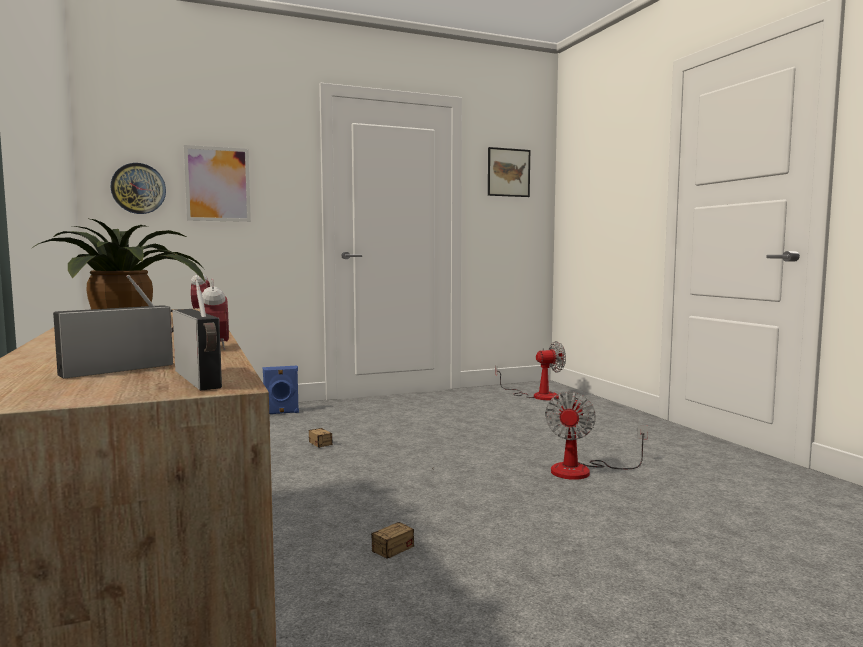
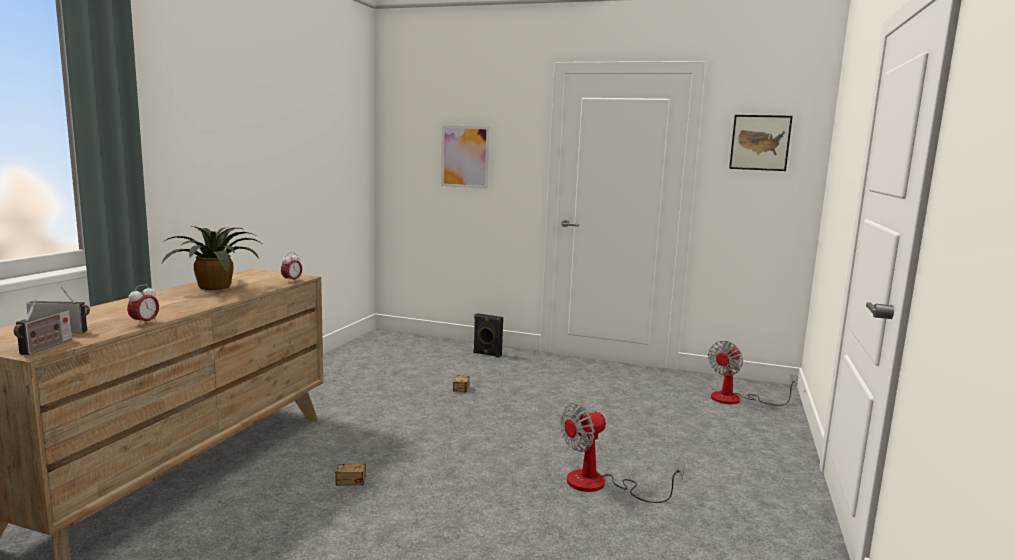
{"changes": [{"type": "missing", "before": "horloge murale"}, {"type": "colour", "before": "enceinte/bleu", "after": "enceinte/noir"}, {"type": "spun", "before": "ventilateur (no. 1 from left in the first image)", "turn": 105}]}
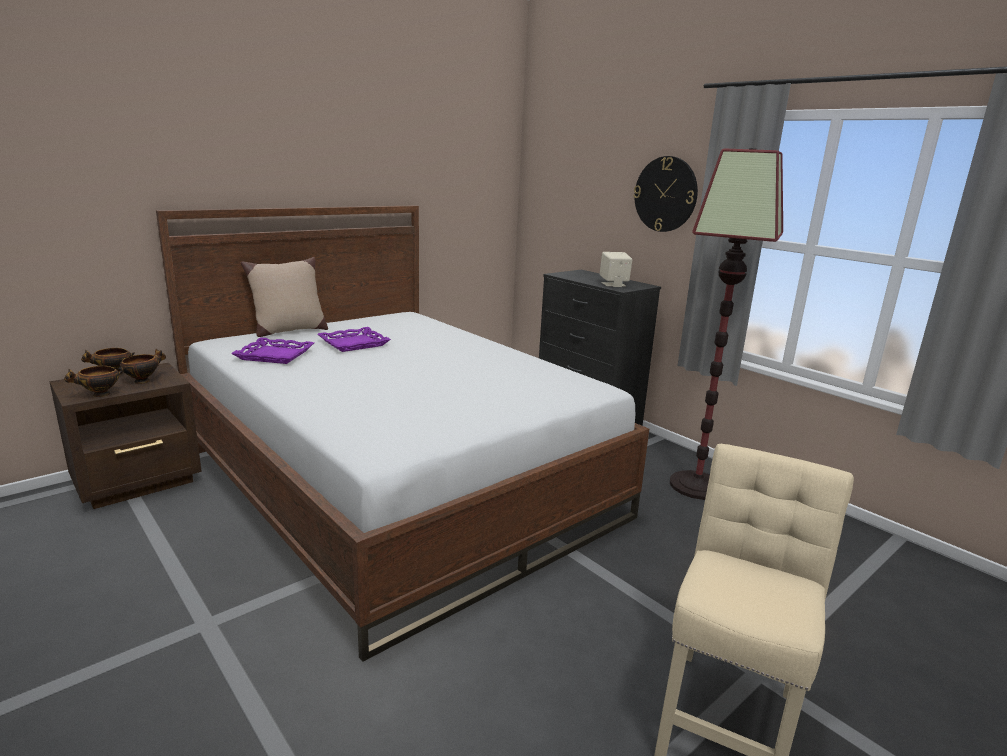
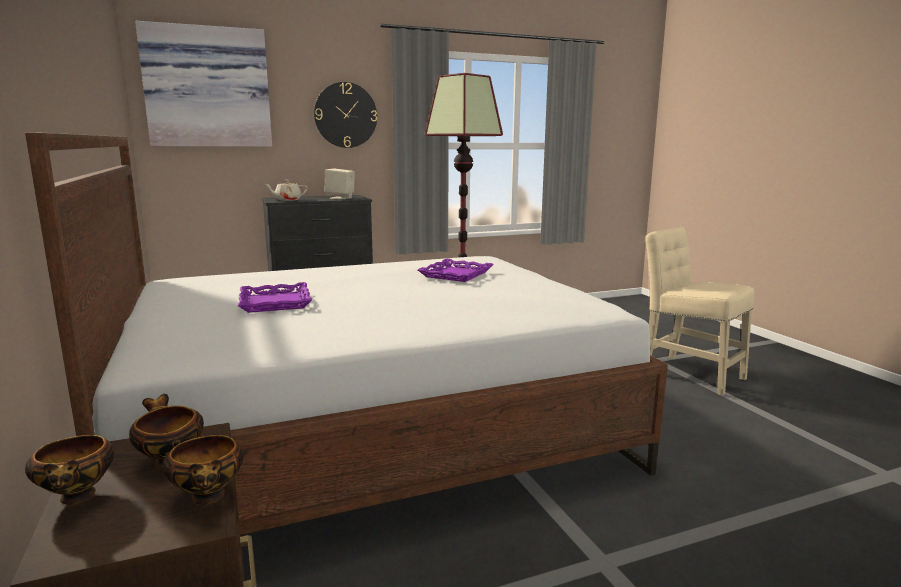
{"changes": [{"type": "missing", "before": "coussin/beige"}, {"type": "appeared", "after": "tableau"}, {"type": "appeared", "after": "théière/beige"}, {"type": "relocated", "before": "plateau/violet (no. 1 from left in the first image)", "after": "plateau/violet (no. 2 from left)"}]}
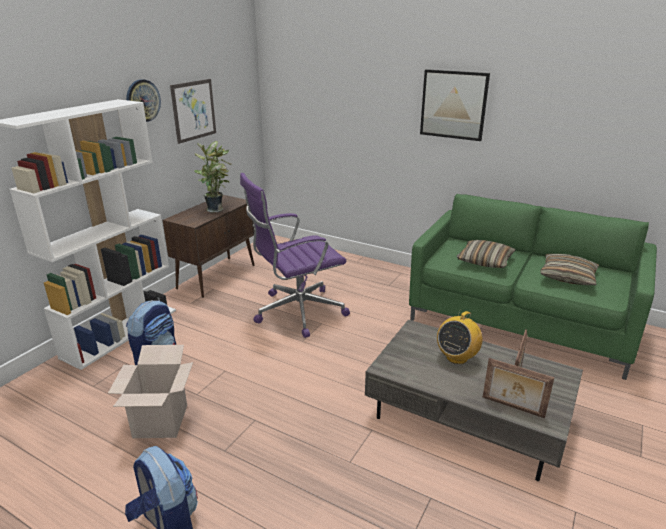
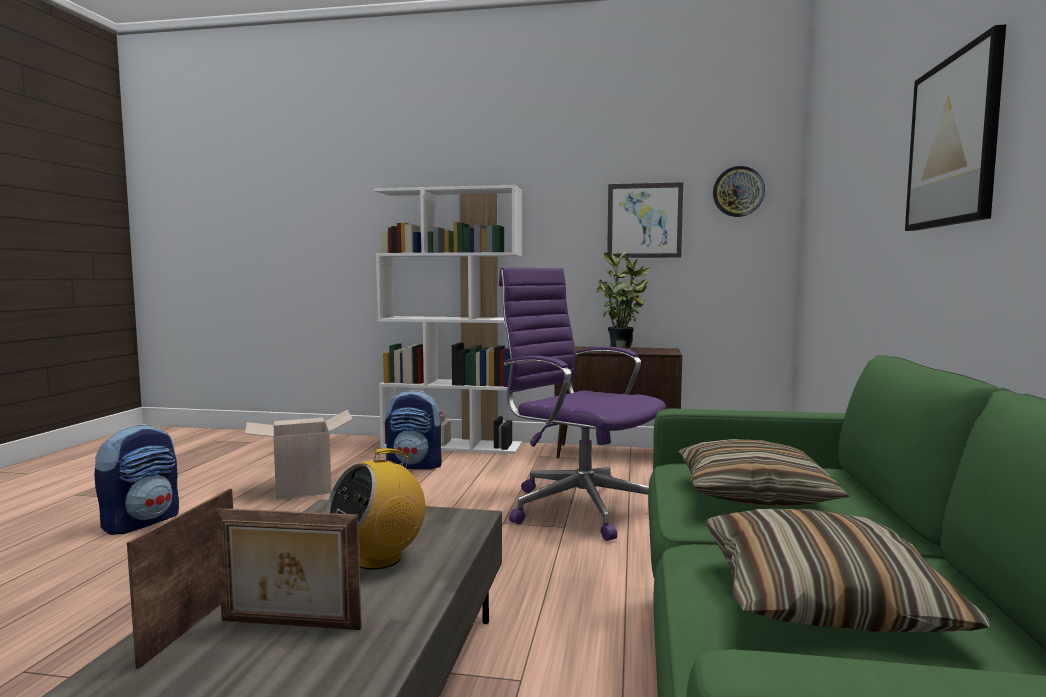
{"changes": [{"type": "relocated", "before": "horloge murale"}, {"type": "spun", "before": "radio", "turn": -60}]}
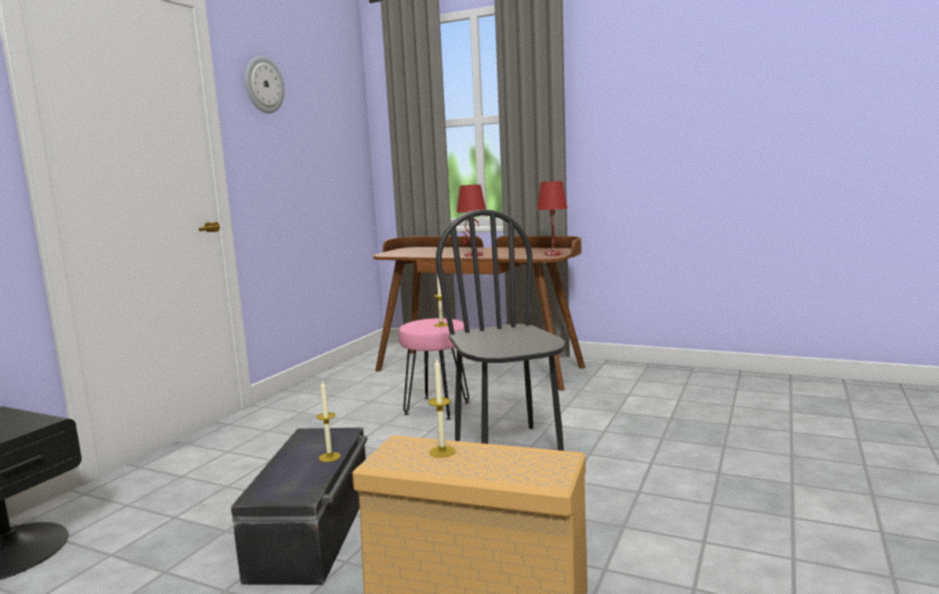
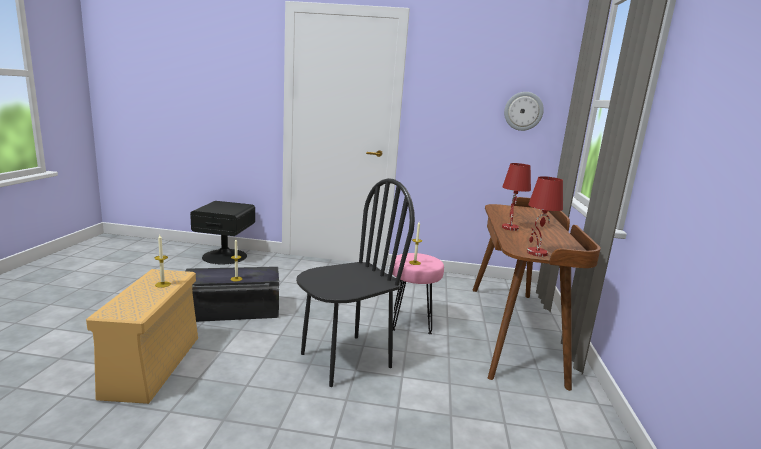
{"changes": [{"type": "relocated", "before": "horloge murale"}]}
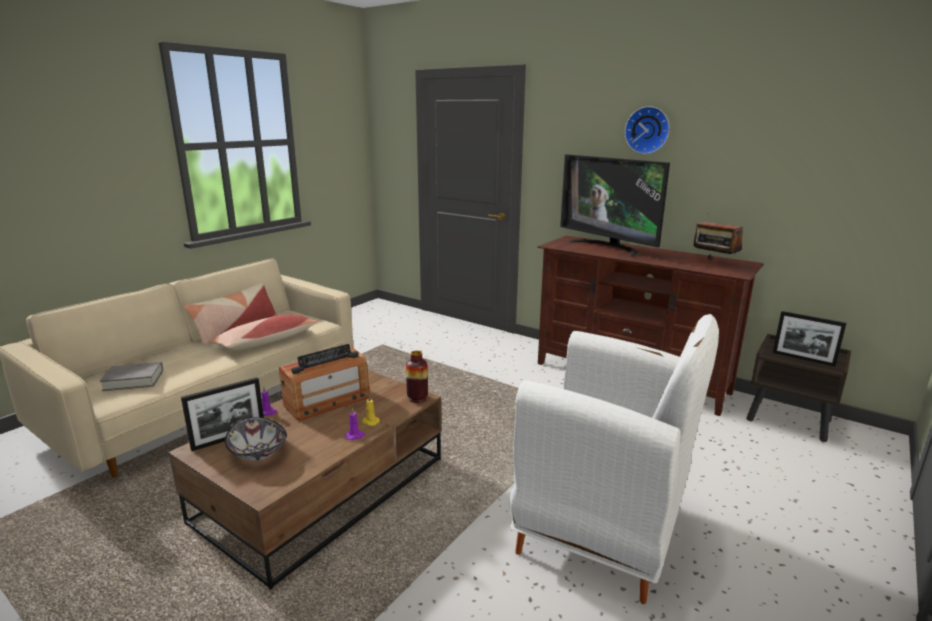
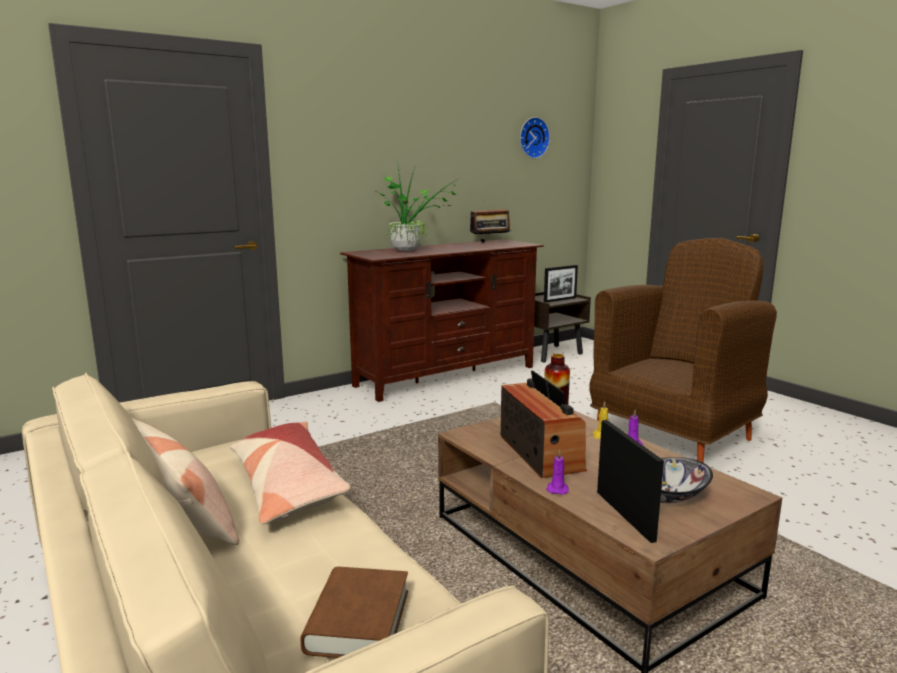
{"changes": [{"type": "relocated", "before": "horloge murale"}, {"type": "exchanged", "before": "téléviseur", "after": "plante en pot"}, {"type": "colour", "before": "livre/gris", "after": "livre/marron"}, {"type": "colour", "before": "fauteuil/blanc", "after": "fauteuil/marron"}]}
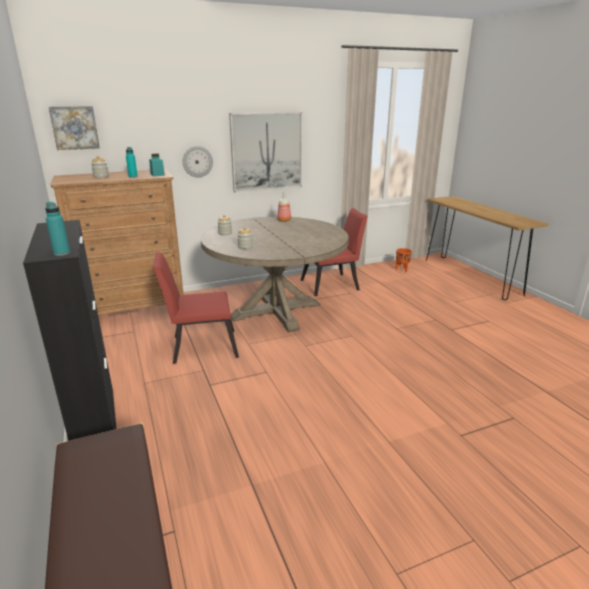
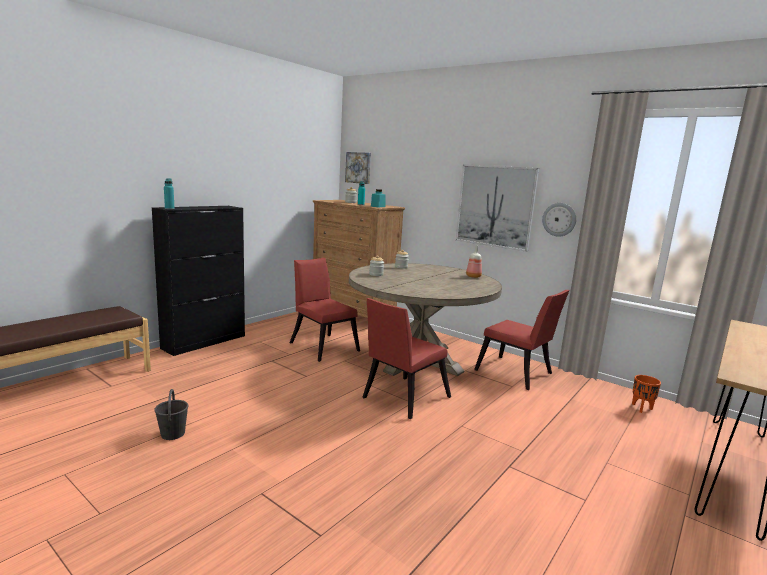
{"changes": [{"type": "appeared", "after": "seau/gris"}, {"type": "appeared", "after": "chaise/rouge (no. 2 from left)"}, {"type": "relocated", "before": "horloge murale"}]}
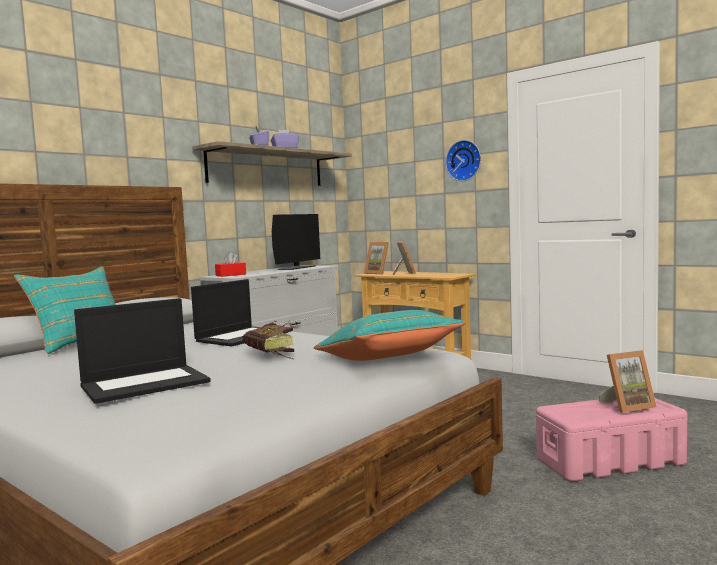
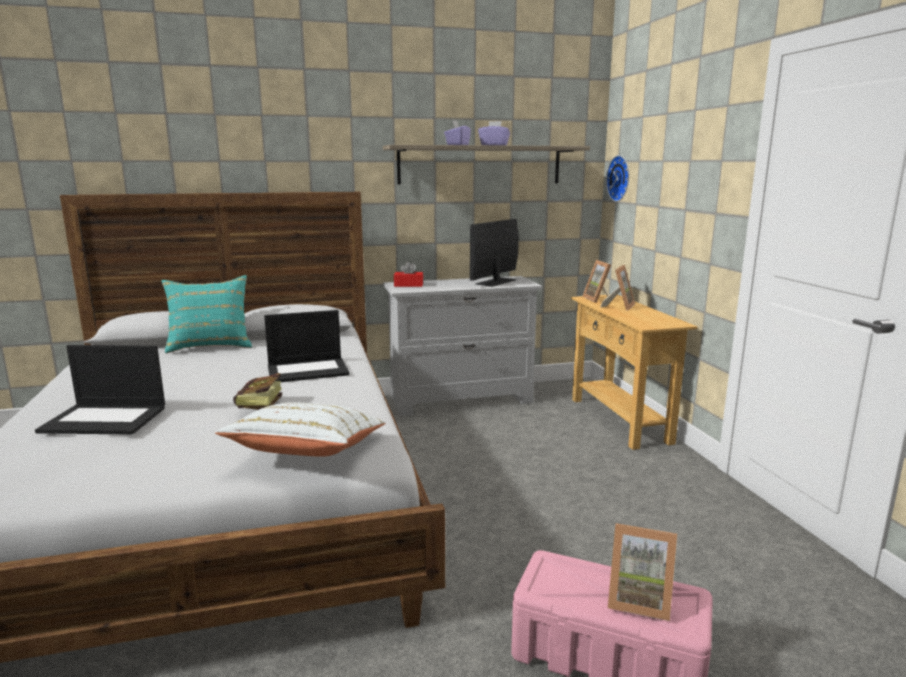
{"changes": [{"type": "relocated", "before": "horloge murale"}, {"type": "colour", "before": "coussin/turquoise (no. 2 from left)", "after": "coussin/blanc"}, {"type": "spun", "before": "écran d'ordinateur", "turn": 150}]}
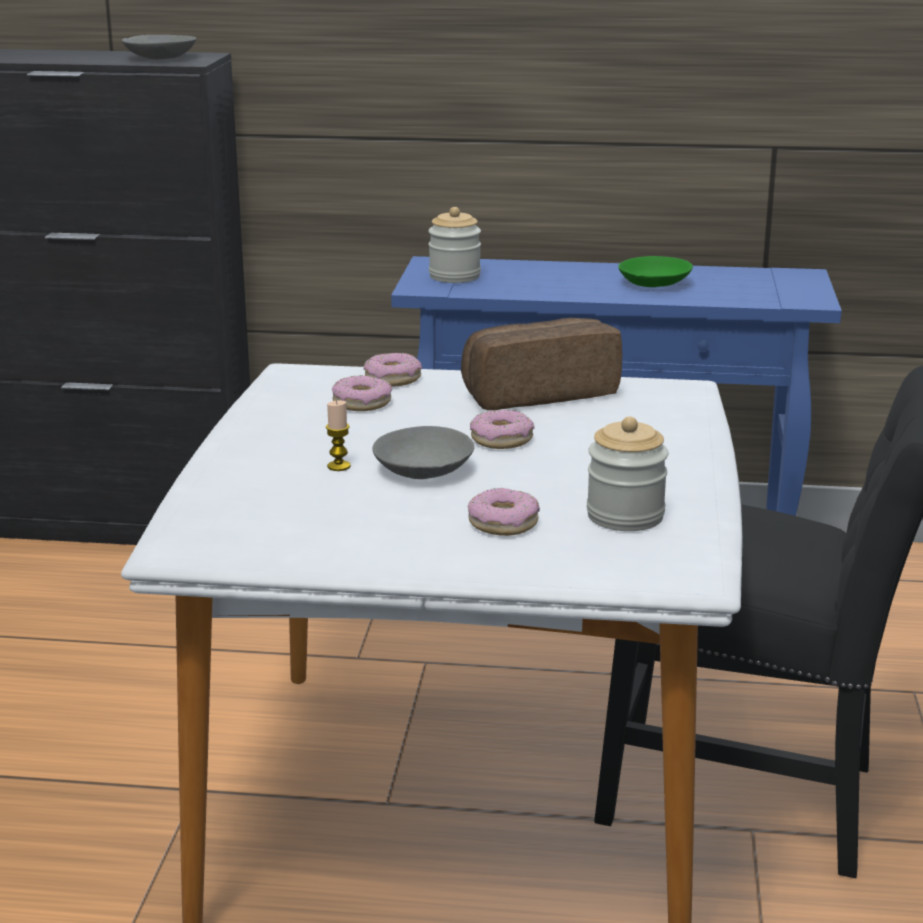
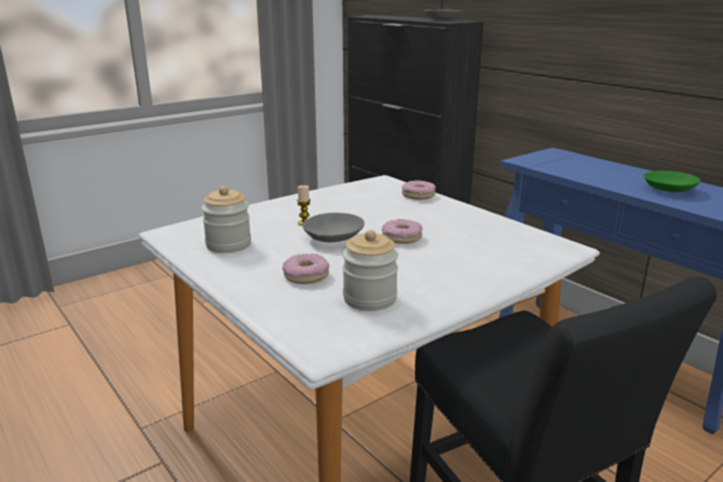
{"changes": [{"type": "missing", "before": "beignet (no. 1 from left)"}, {"type": "missing", "before": "pain"}, {"type": "relocated", "before": "bocal (no. 1 from left)"}]}
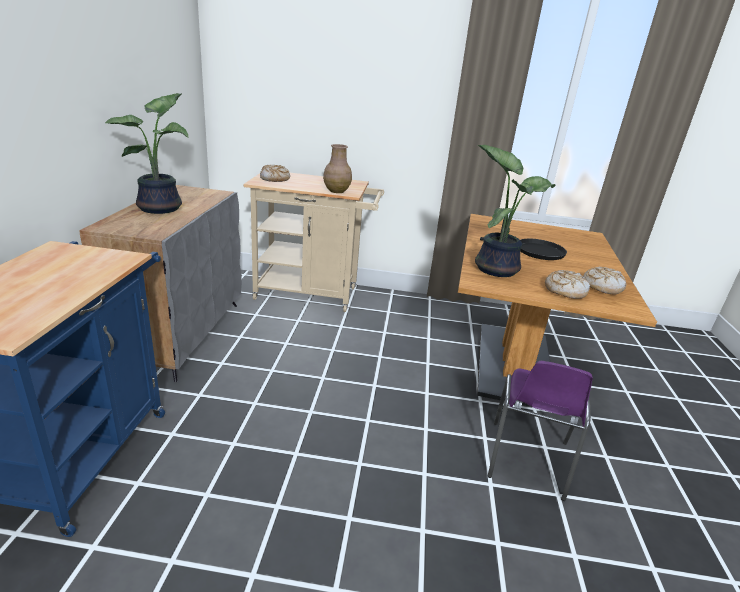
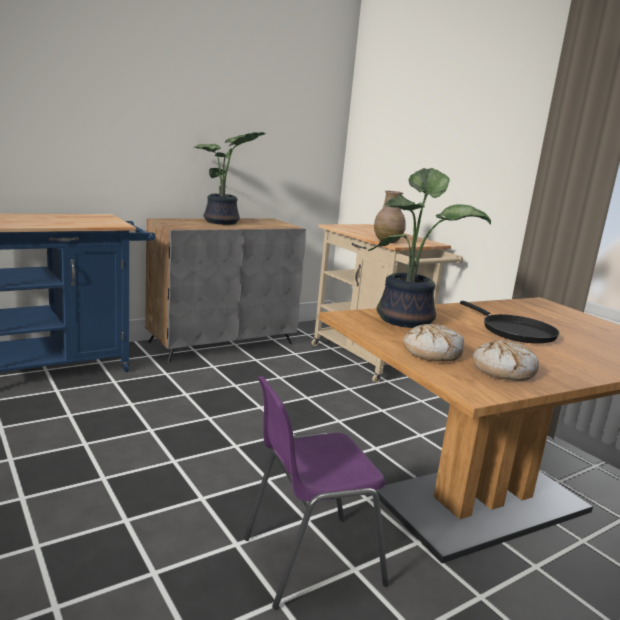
{"changes": [{"type": "missing", "before": "pain (no. 1 from left)"}]}
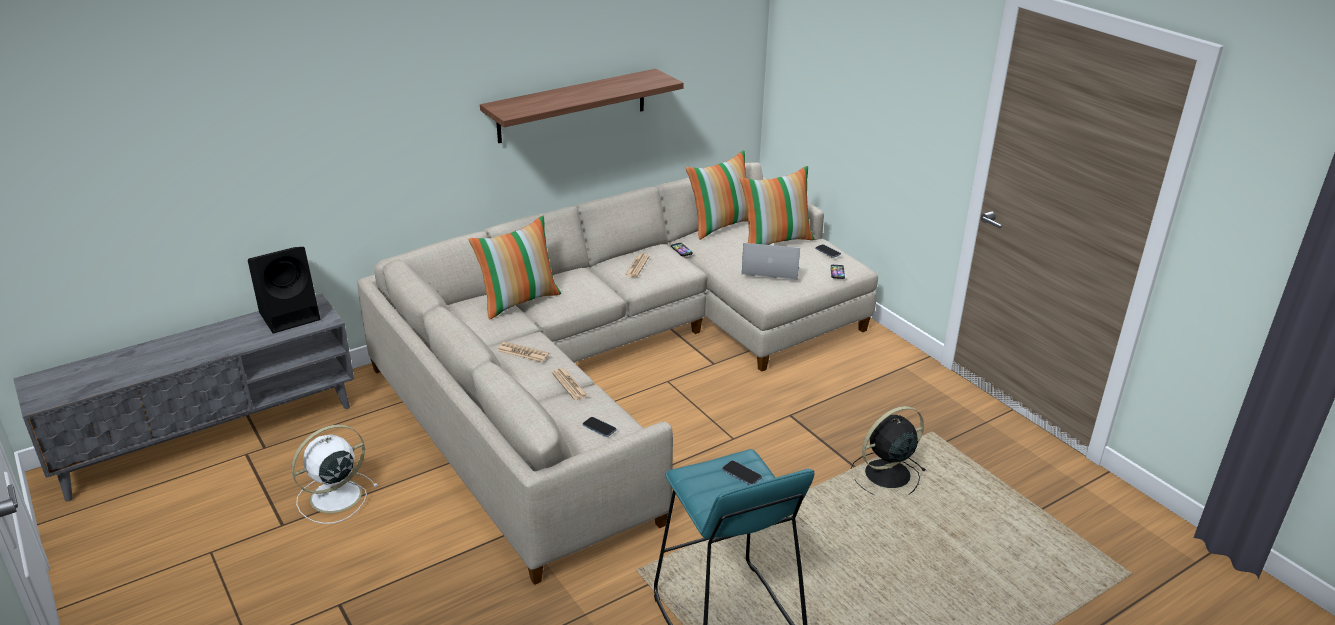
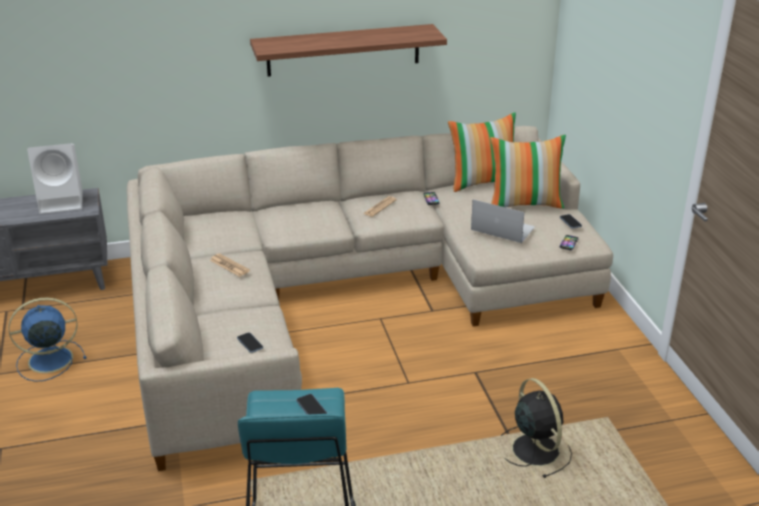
{"changes": [{"type": "missing", "before": "coussin (no. 1 from left)"}, {"type": "missing", "before": "journal (no. 2 from left)"}, {"type": "colour", "before": "enceinte/noir", "after": "enceinte/blanc"}, {"type": "colour", "before": "ventilateur/blanc", "after": "ventilateur/bleu"}, {"type": "spun", "before": "ventilateur/noir", "turn": 75}]}
